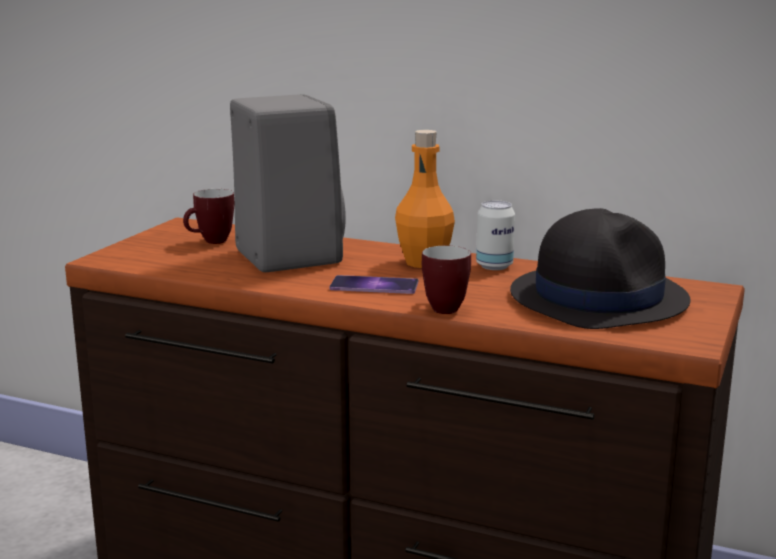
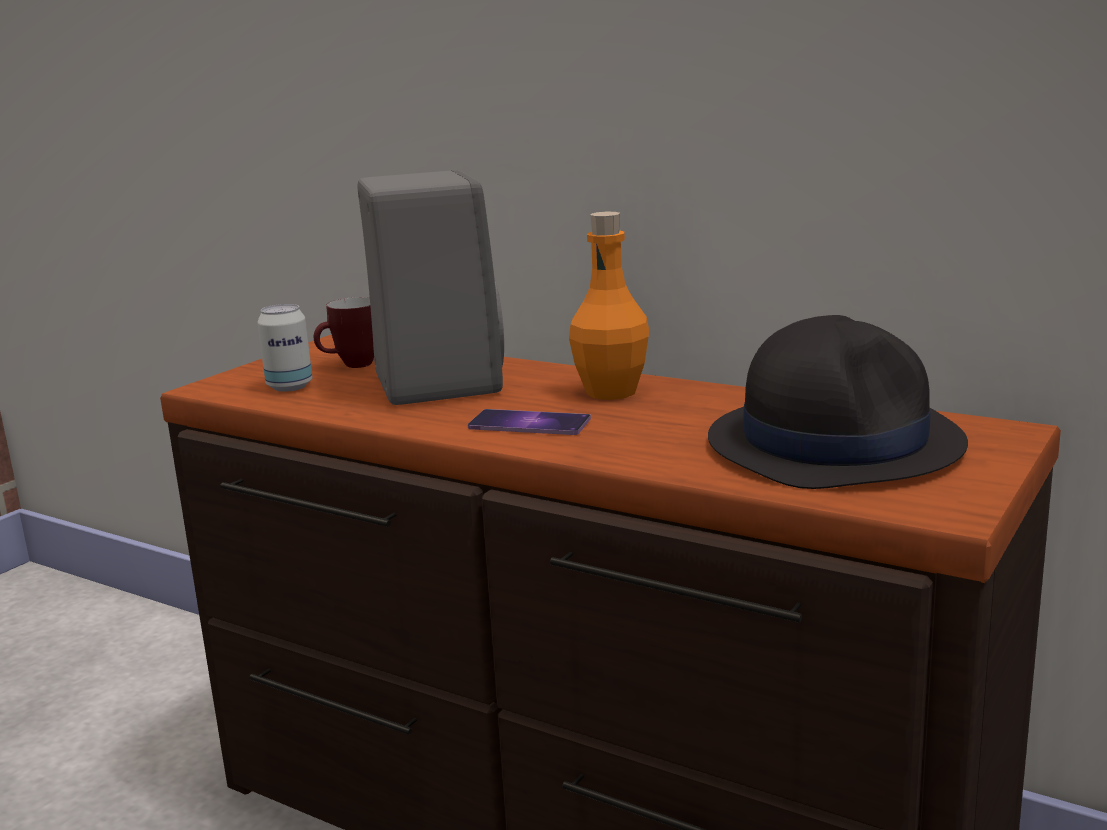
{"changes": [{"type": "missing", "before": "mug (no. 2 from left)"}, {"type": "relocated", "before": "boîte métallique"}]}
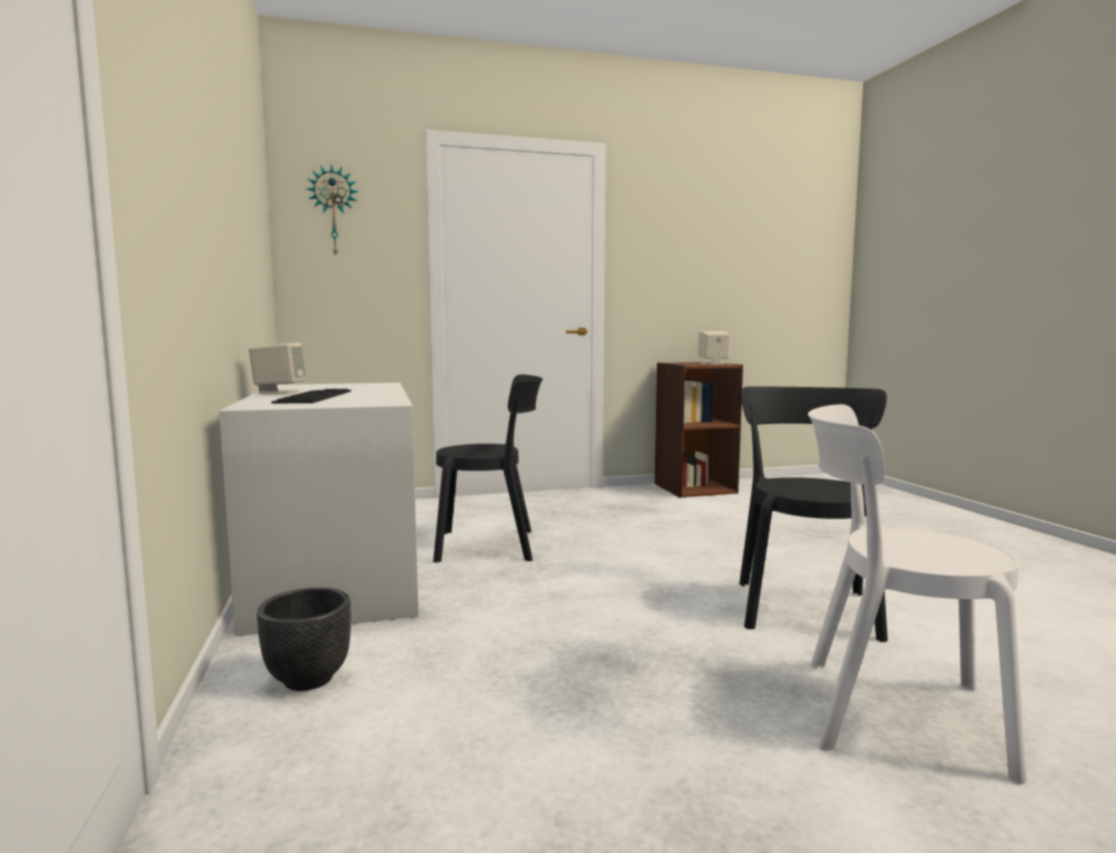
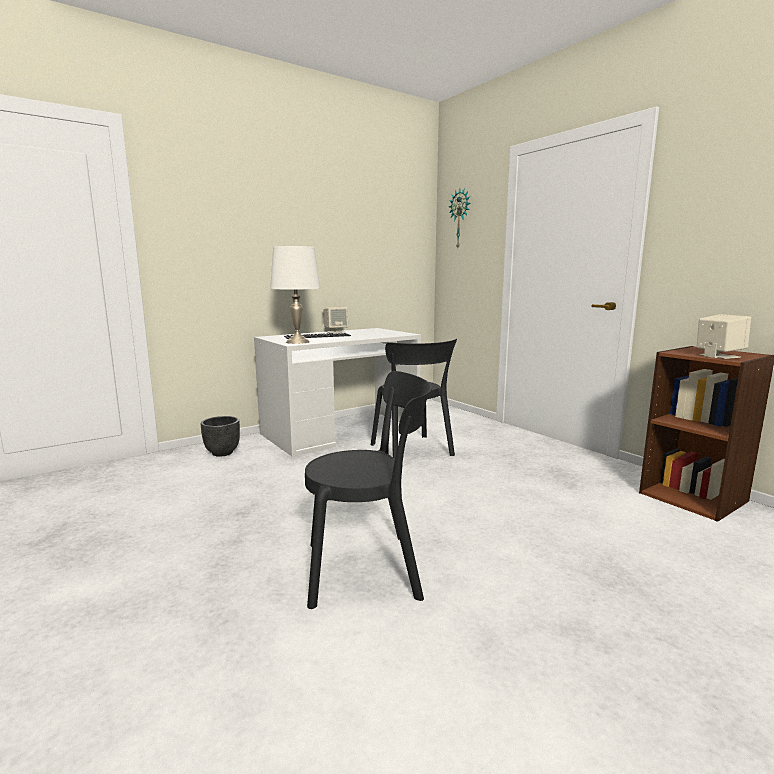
{"changes": [{"type": "missing", "before": "chaise/blanc"}, {"type": "appeared", "after": "lampe de table/blanc"}]}
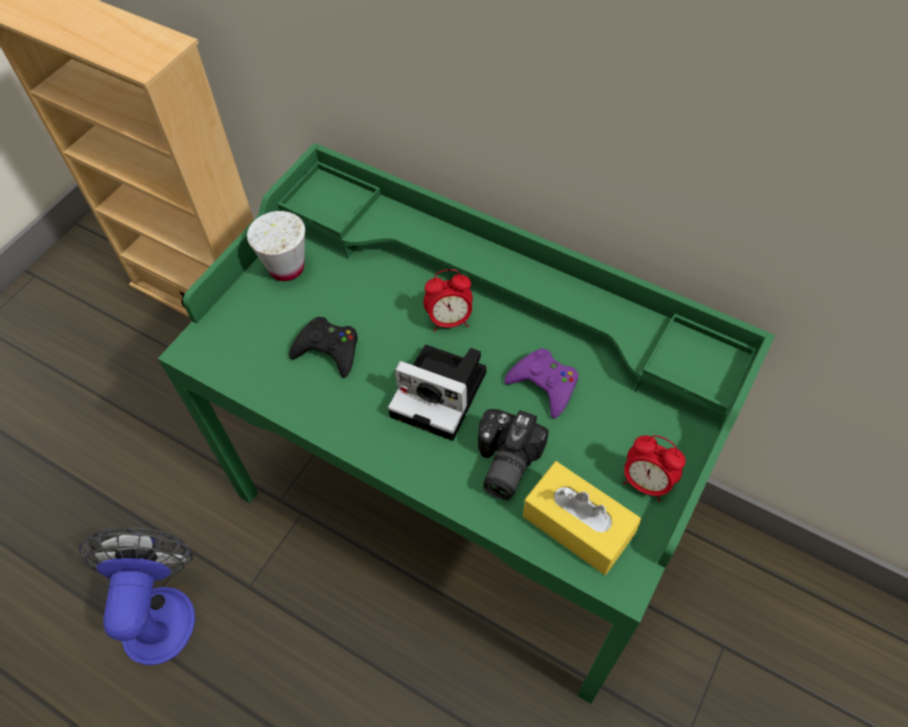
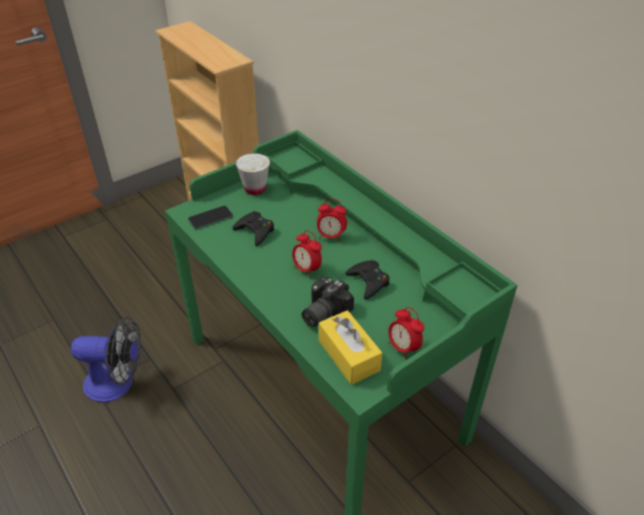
{"changes": [{"type": "appeared", "after": "téléphone"}, {"type": "exchanged", "before": "appareil photo (no. 1 from left)", "after": "réveil (no. 1 from left)"}, {"type": "colour", "before": "manette/violet", "after": "manette/noir (no. 2 from left)"}, {"type": "spun", "before": "ventilateur", "turn": 75}]}
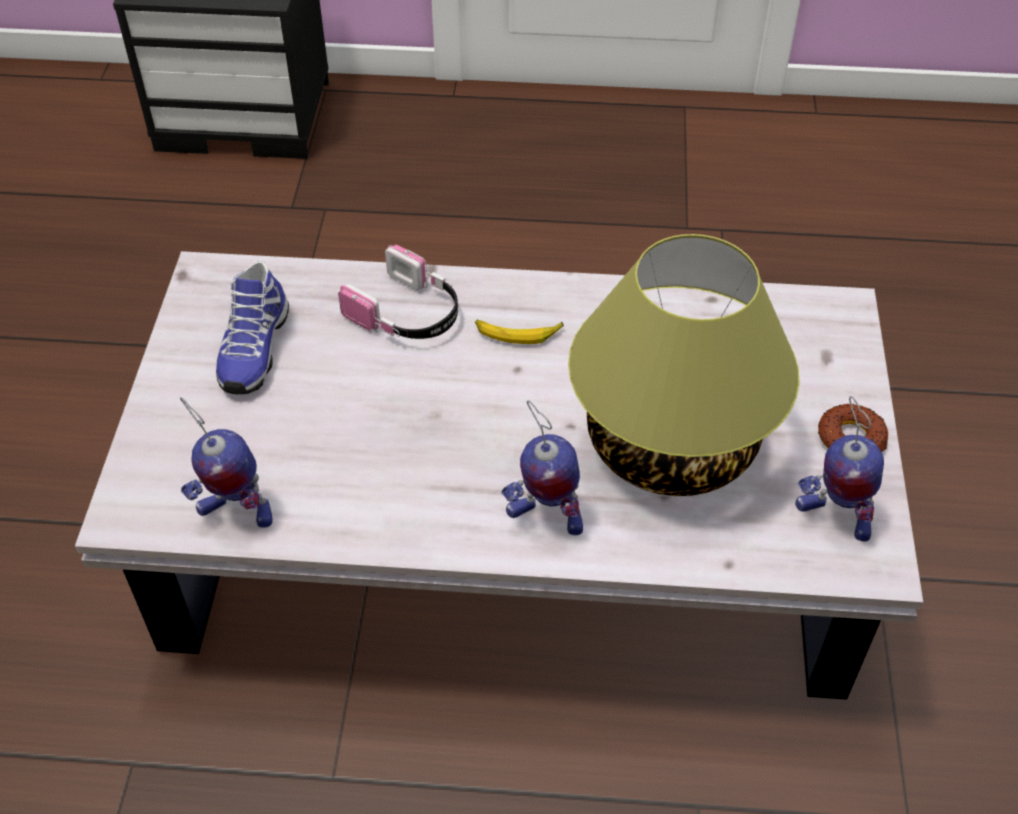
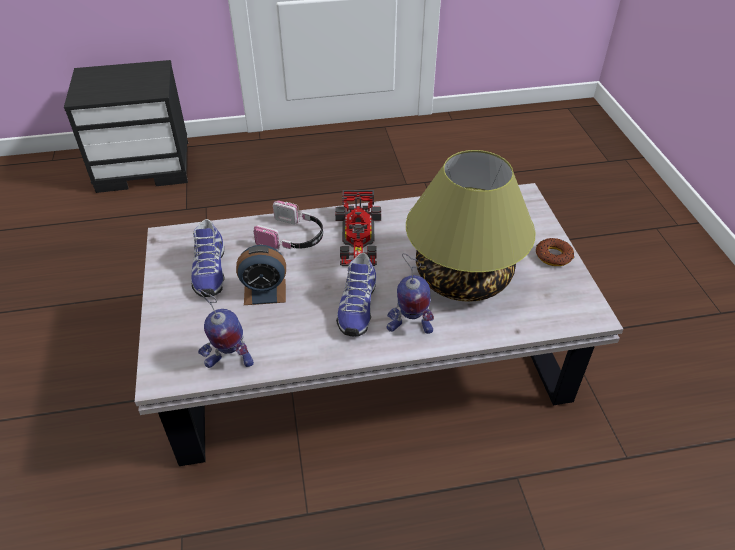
{"changes": [{"type": "missing", "before": "robot jouet (no. 3 from left)"}, {"type": "appeared", "after": "réveil"}, {"type": "appeared", "after": "chaussure (no. 2 from left)"}, {"type": "exchanged", "before": "banane", "after": "petite voiture"}]}
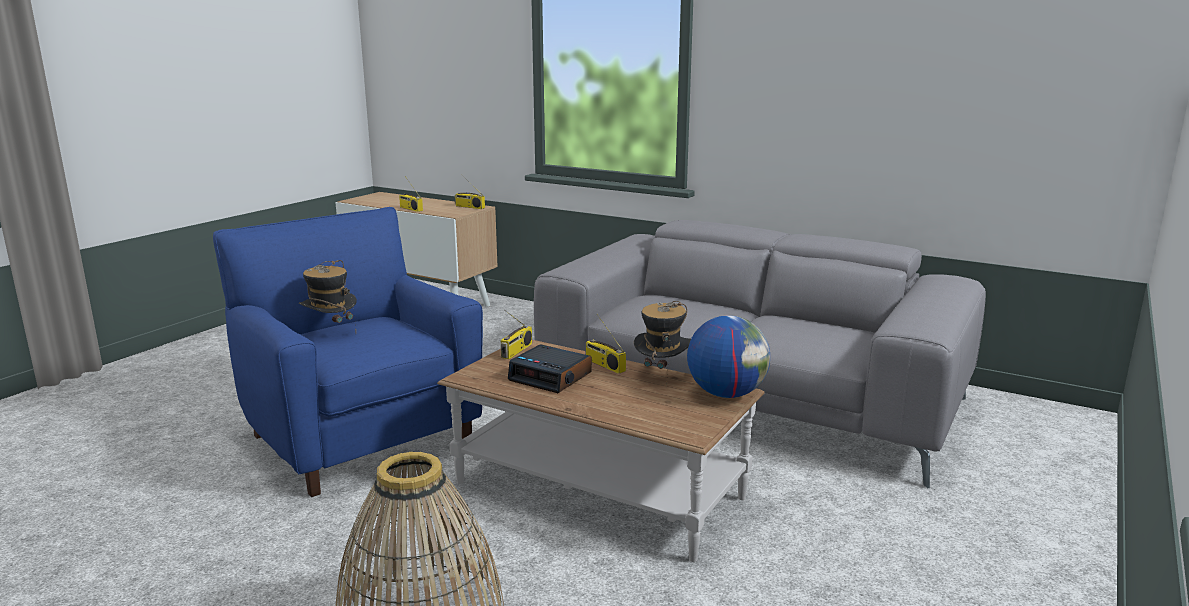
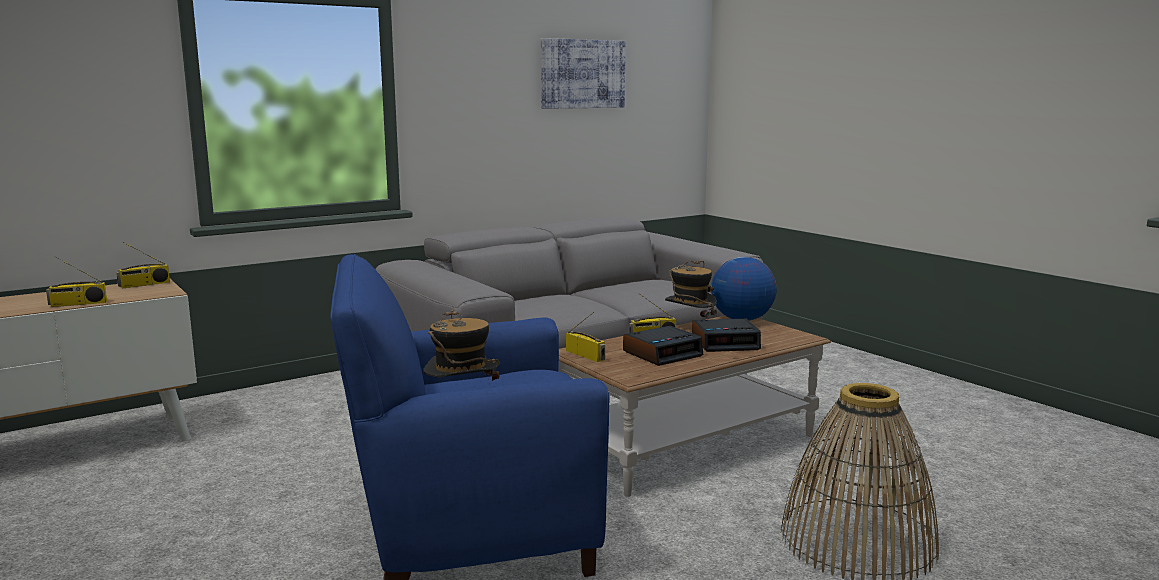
{"changes": [{"type": "appeared", "after": "tableau"}, {"type": "appeared", "after": "réveil (no. 2 from left)"}]}
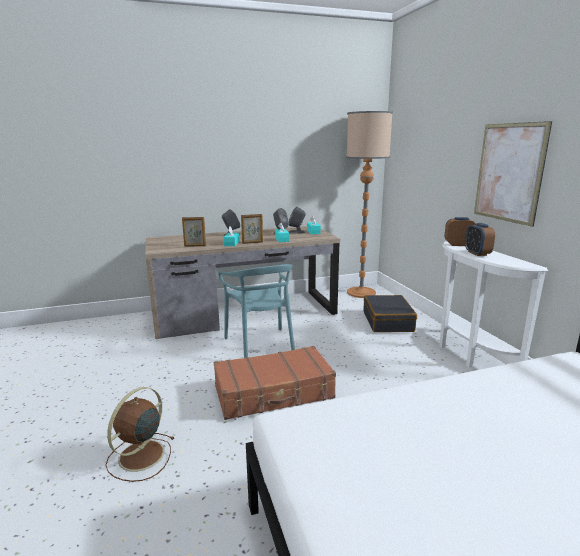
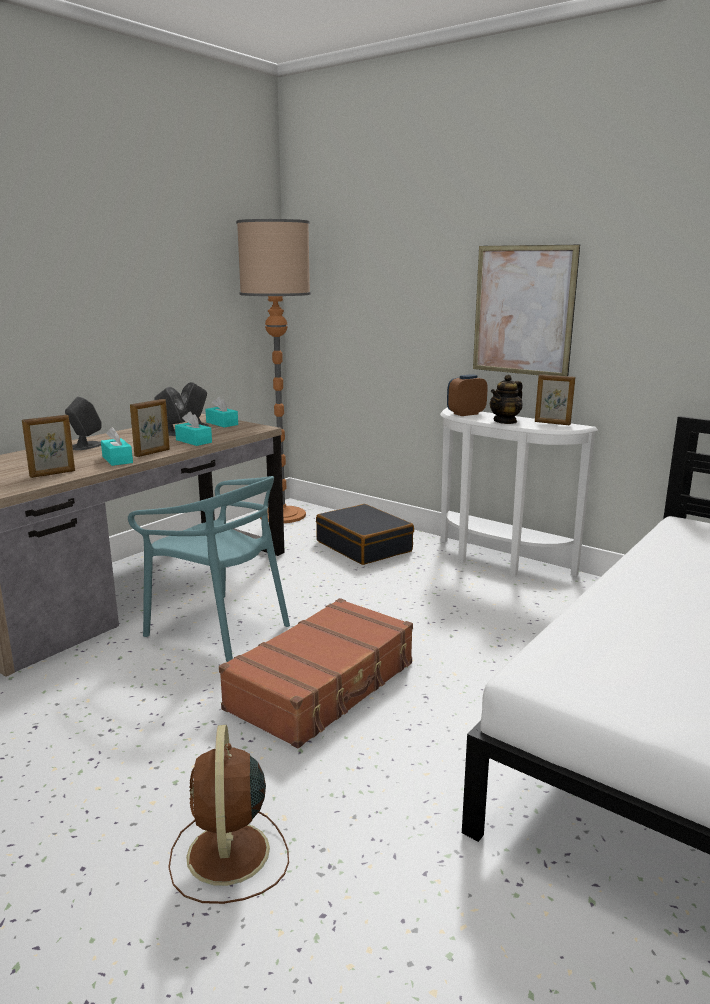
{"changes": [{"type": "appeared", "after": "cadre photo (no. 3 from left)"}, {"type": "exchanged", "before": "réveil (no. 2 from left)", "after": "théière"}]}
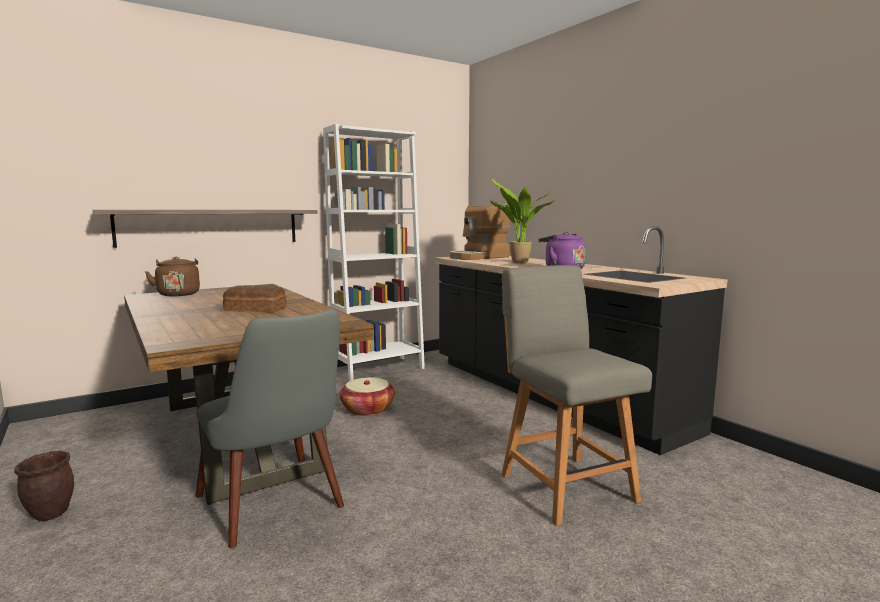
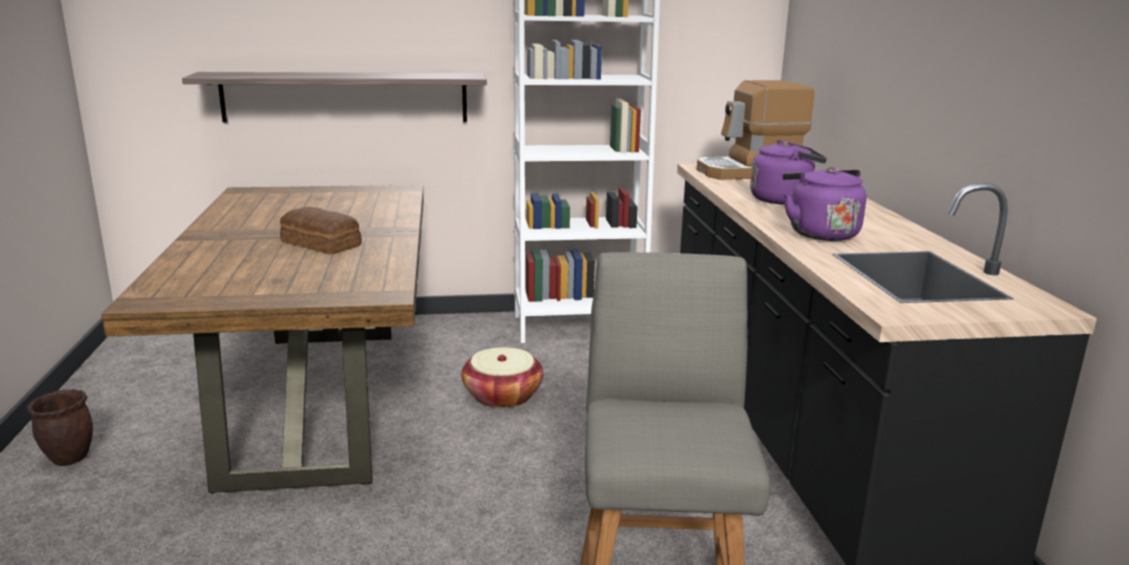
{"changes": [{"type": "missing", "before": "bouilloire/marron"}, {"type": "missing", "before": "chaise/gris (no. 1 from left)"}, {"type": "exchanged", "before": "plante en pot", "after": "bouilloire/violet (no. 1 from left)"}]}
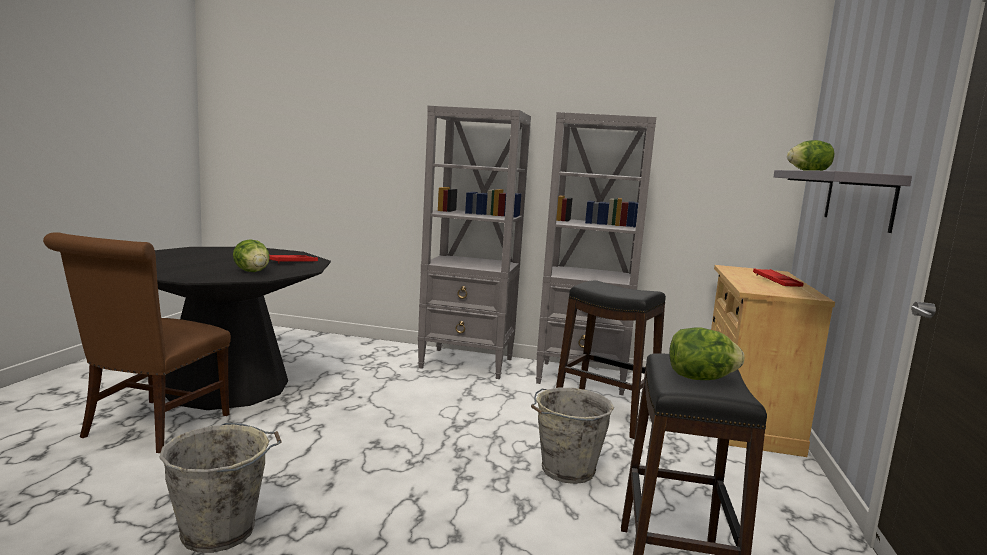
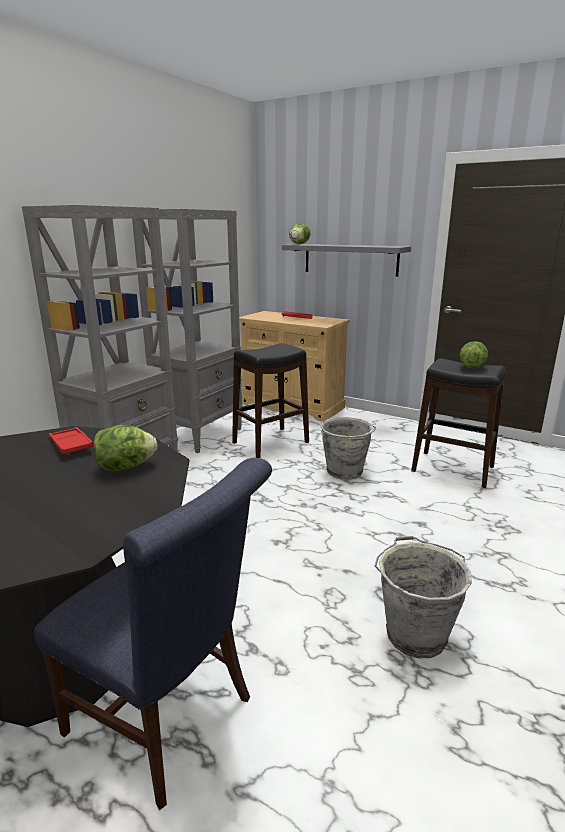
{"changes": [{"type": "colour", "before": "chaise/marron", "after": "chaise/bleu"}]}
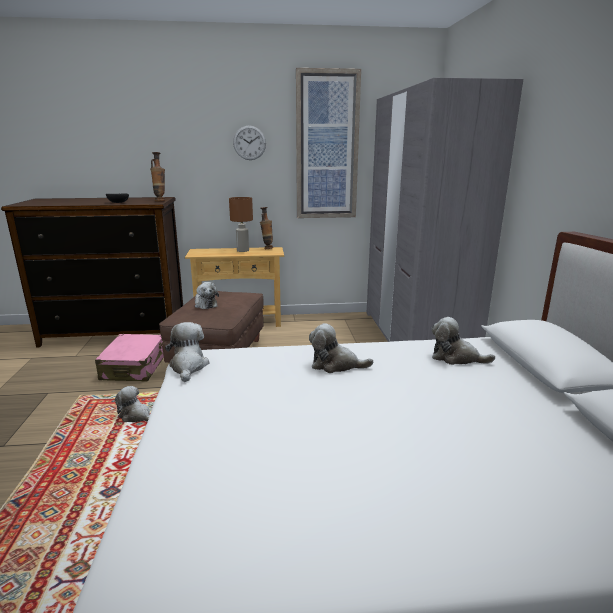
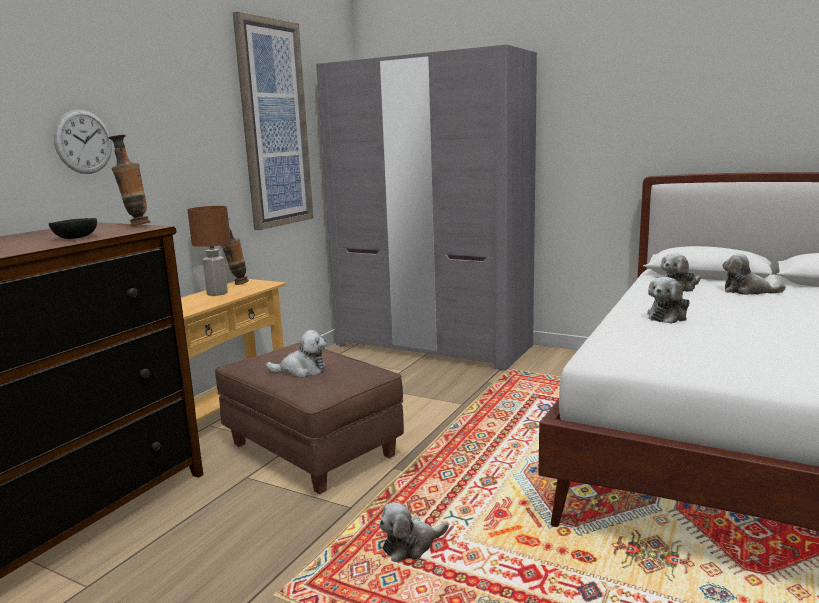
{"changes": [{"type": "missing", "before": "valise/rose"}, {"type": "relocated", "before": "peluche (no. 2 from left in the first image)", "after": "peluche (no. 5 from left)"}, {"type": "relocated", "before": "horloge murale"}]}
